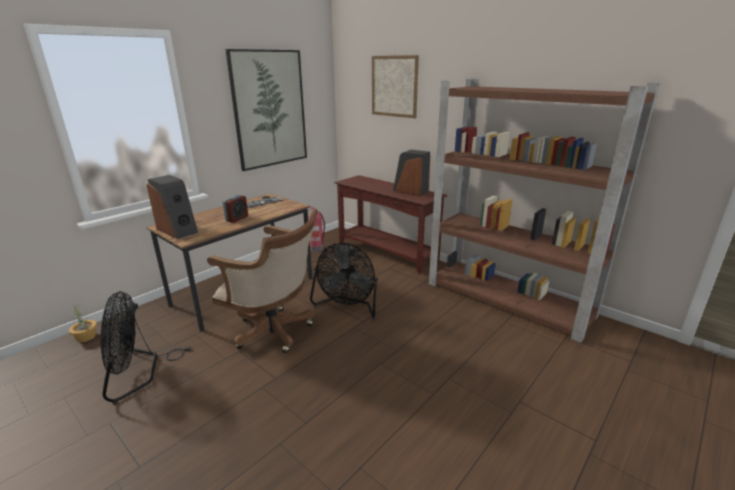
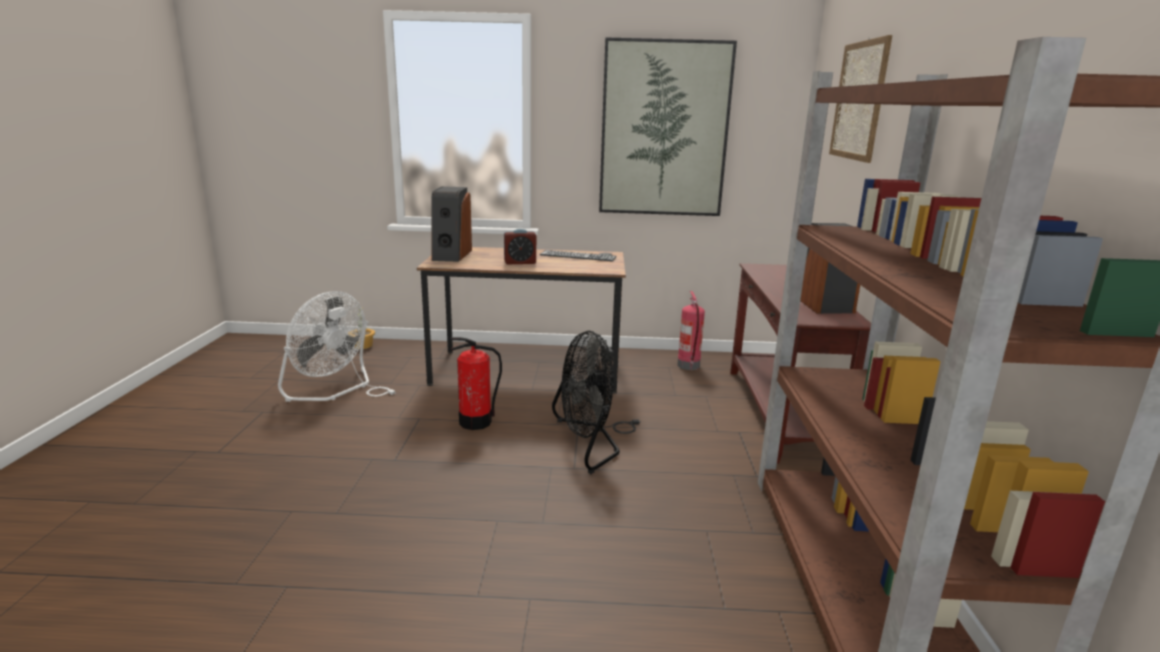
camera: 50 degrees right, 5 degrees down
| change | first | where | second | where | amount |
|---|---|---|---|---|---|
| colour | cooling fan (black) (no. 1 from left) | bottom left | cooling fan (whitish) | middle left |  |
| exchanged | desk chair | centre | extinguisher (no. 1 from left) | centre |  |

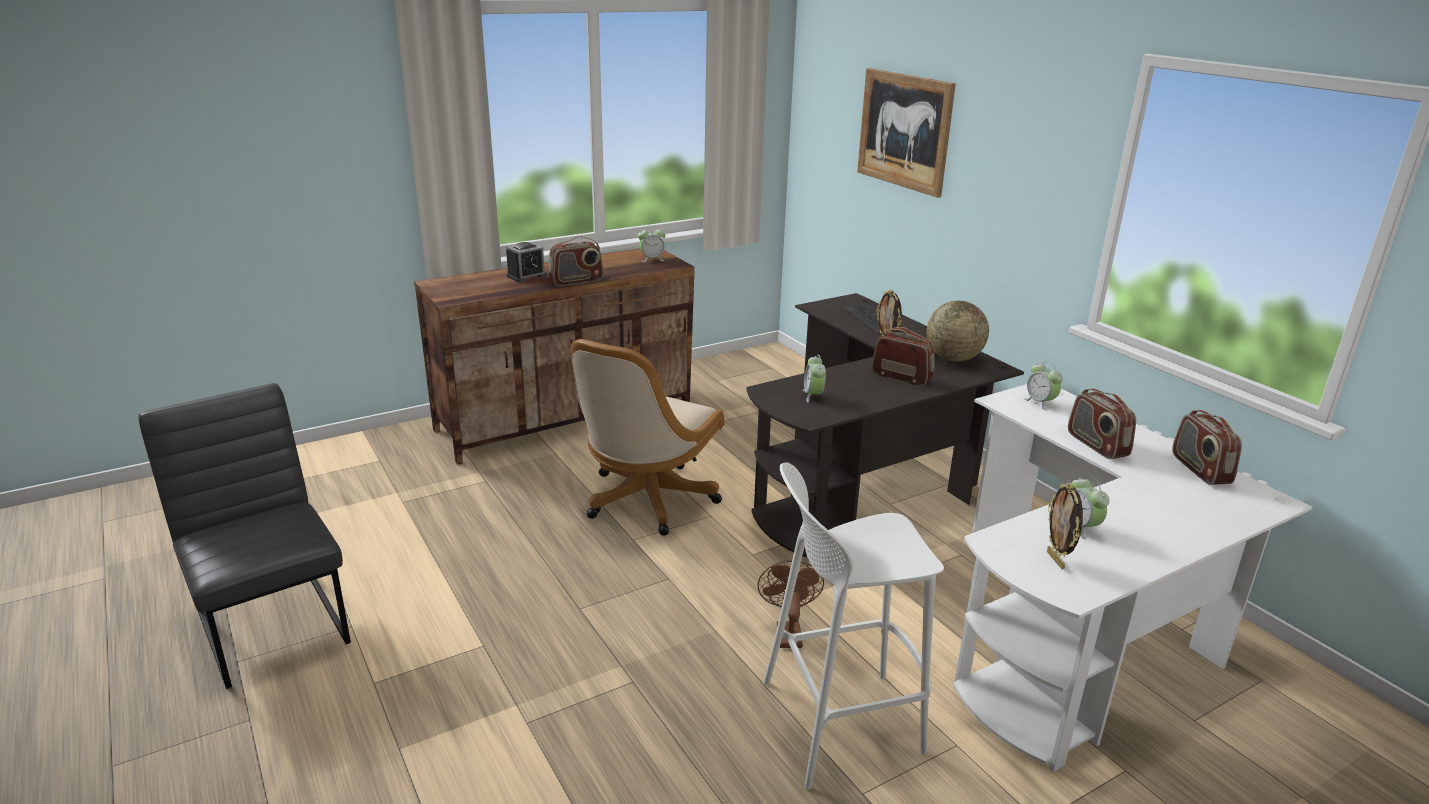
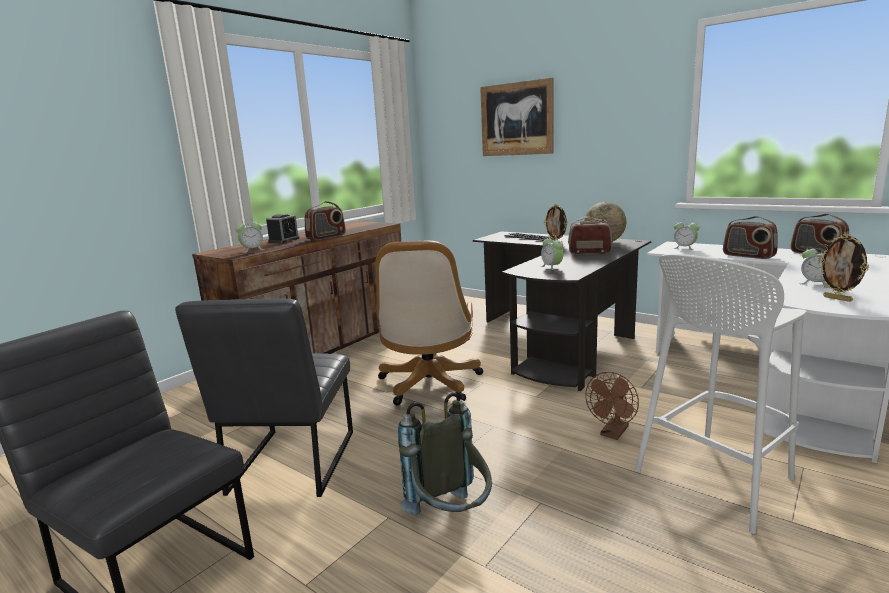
camera: 20 degrees left, 10 degrees down
| change | first | where | second | where | amount |
|---|---|---|---|---|---|
| relocated | bedside clock (no. 2 from left in the first image) | top centre | bedside clock (no. 1 from left) | middle left |  |
| spun | cooling fan (brown-coloured) | bottom centre |  | bottom right | 120 degrees counterclockwise |
| appeared |  |  | upright chair (greyish) (no. 2 from left) | bottom left |  |
| appeared |  |  | knapsack (greyish) | bottom centre |  |

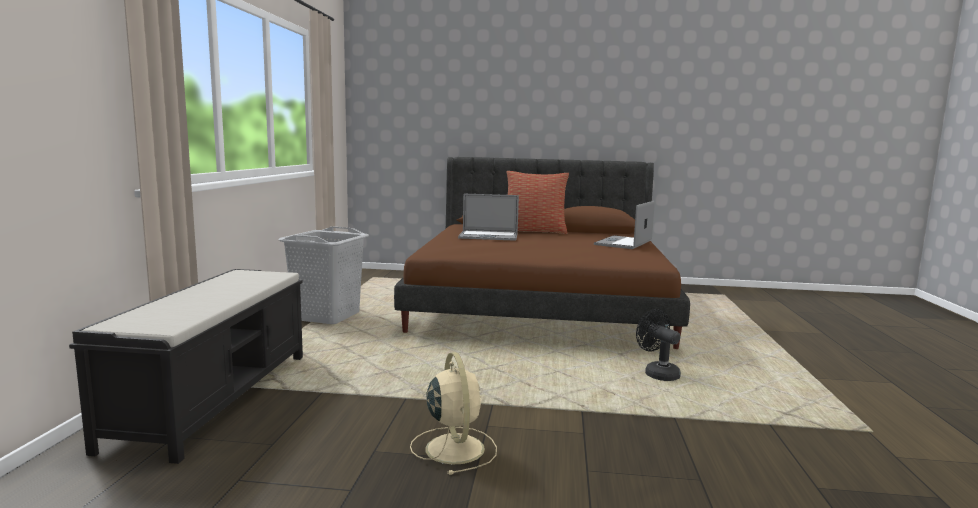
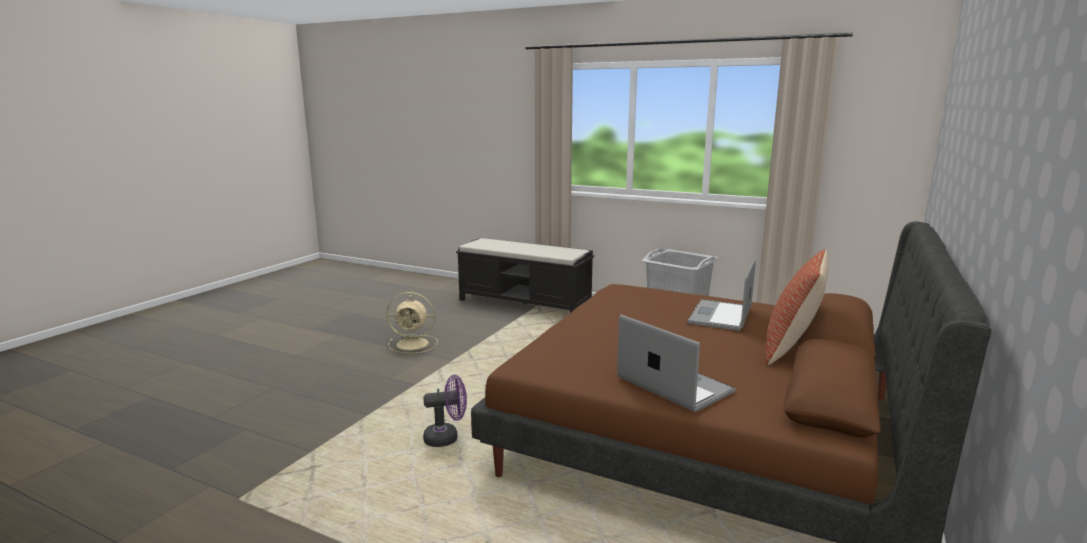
camera: 110 degrees right, 5 degrees up
| change | first | where | second | where | amount |
|---|---|---|---|---|---|
| colour | cooling fan (black) | bottom right | cooling fan (purple) | bottom centre |  |

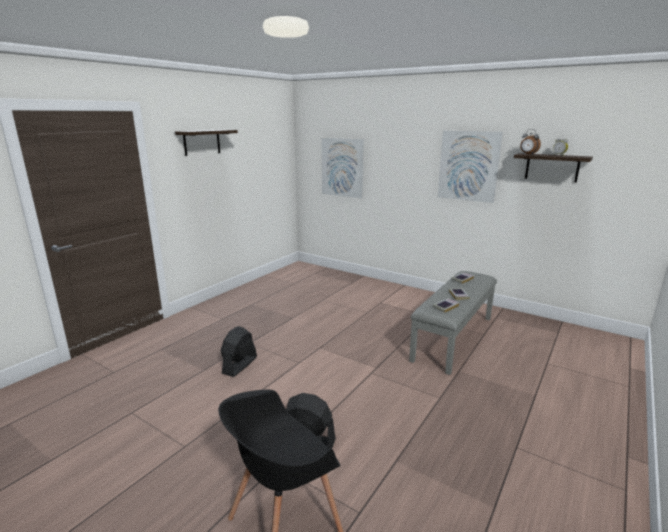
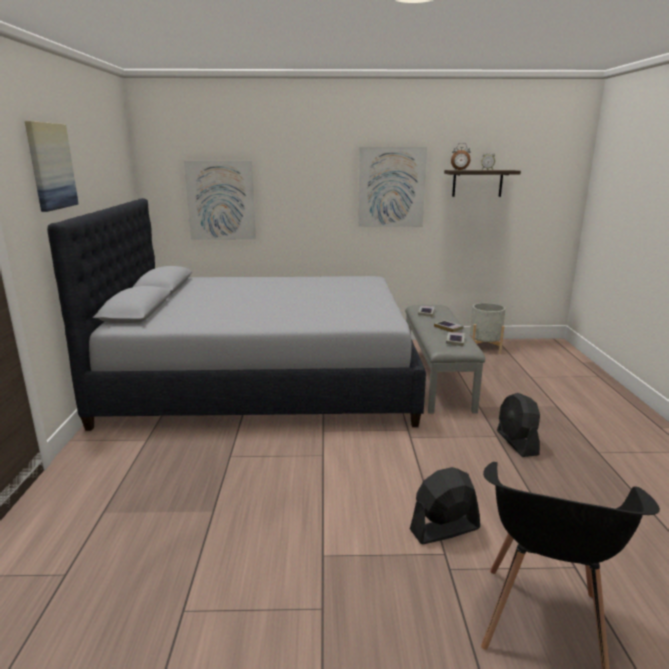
camera: 35 degrees left, 0 degrees up
| change | first | where | second | where | amount |
|---|---|---|---|---|---|
| exchanged | shelf (no. 1 from left) | top left | picture (no. 1 from left) | top left |  |
| relocated | cooling fan (black) (no. 1 from left in the first image) | centre | cooling fan (black) (no. 2 from left) | middle right |  |
| appeared |  |  | bed (greyish) | centre |  |
| appeared |  |  | flower pot (greyish) | middle right |  |

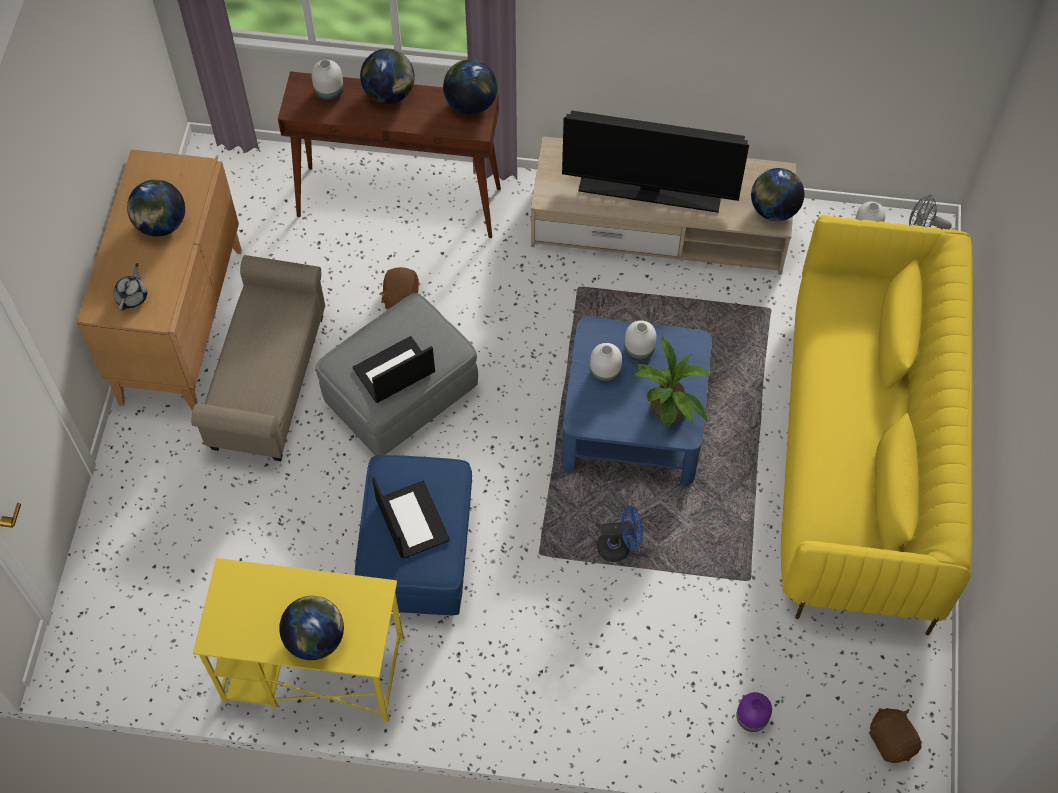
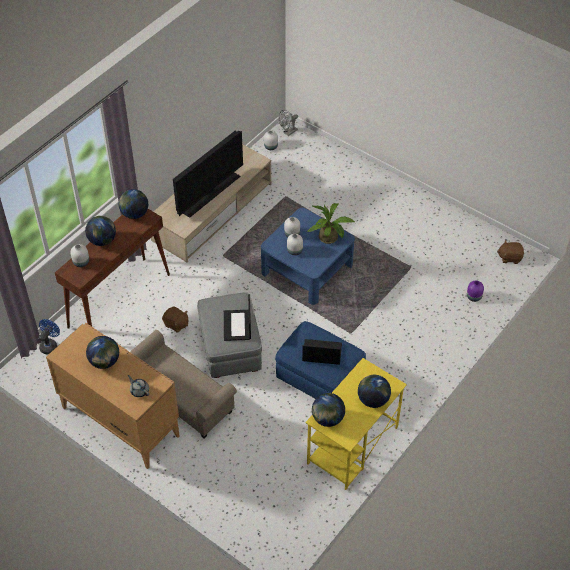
camera: 60 degrees left, 10 degrees down
| change | first | where | second | where | amount |
|---|---|---|---|---|---|
| relocated | cooling fan (blue-coloured) | bottom centre |  | middle left |  |
| relocated | world globe (no. 5 from left in the first image) | top right | world globe (no. 4 from left) | bottom centre |  |
| missing | sofa (yellow-coloured) | middle right |  |  |  |

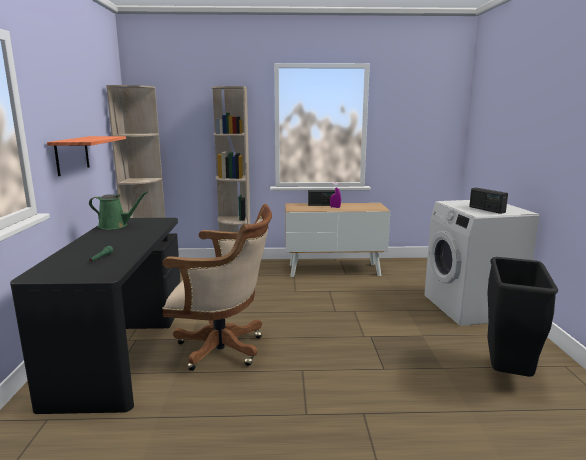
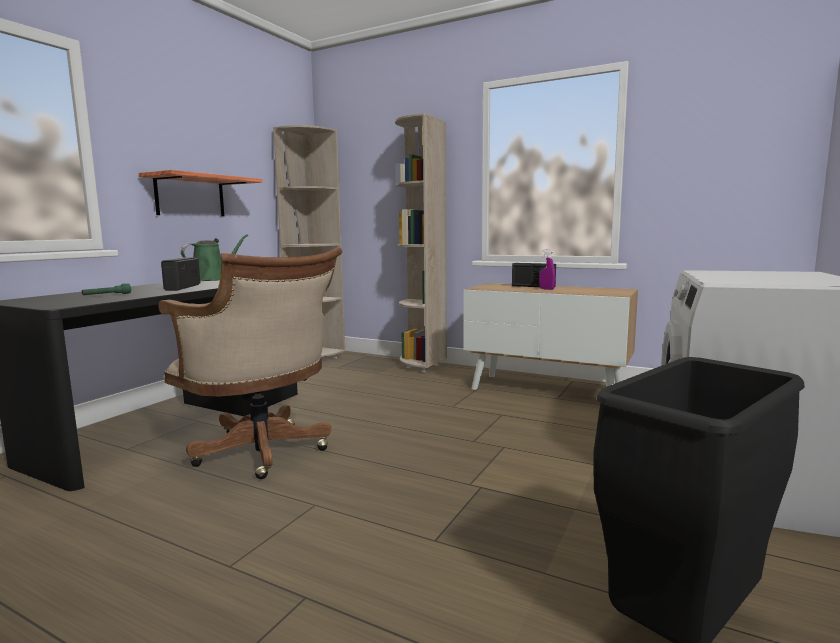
camera: 30 degrees right, 5 degrees down
| change | first | where | second | where | amount |
|---|---|---|---|---|---|
| spun | watering pot (greenish) | middle left |  | middle left | 90 degrees counterclockwise |
| relocated | radio (no. 2 from left in the first image) | middle right | radio (no. 1 from left) | middle left |  |

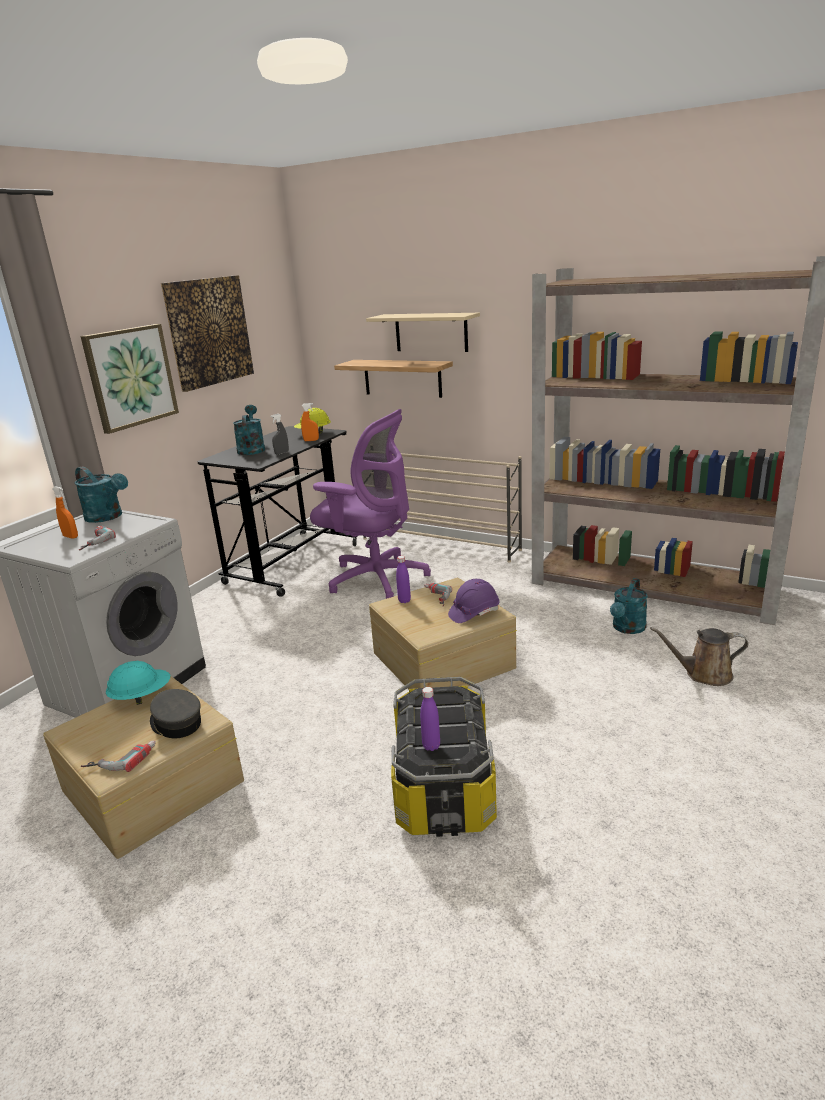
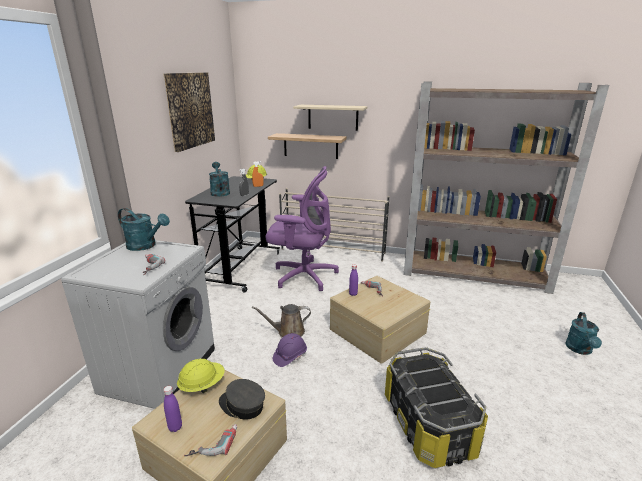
camera: 15 degrees left, 0 degrees up
| change | first | where | second | where | amount |
|---|---|---|---|---|---|
| missing | spray bottle (orange) (no. 1 from left) | middle left |  |  |  |
| missing | picture (no. 1 from left) | middle left |  |  |  |
| colour | safety helmet (turquoise-coloured) | middle left | safety helmet (yellow-coloured) (no. 1 from left) | bottom left |  |
| relocated | drink bottle (purple) (no. 2 from left in the first image) | centre | drink bottle (purple) (no. 1 from left) | bottom left |  |
| relocated | safety helmet (purple) | centre |  | bottom centre |  |
| relocated | watering pot (turquoise-coloured) (no. 3 from left) | middle right |  | bottom right |  |
| relocated | watering pot (brown-coloured) | middle right |  | centre |  |

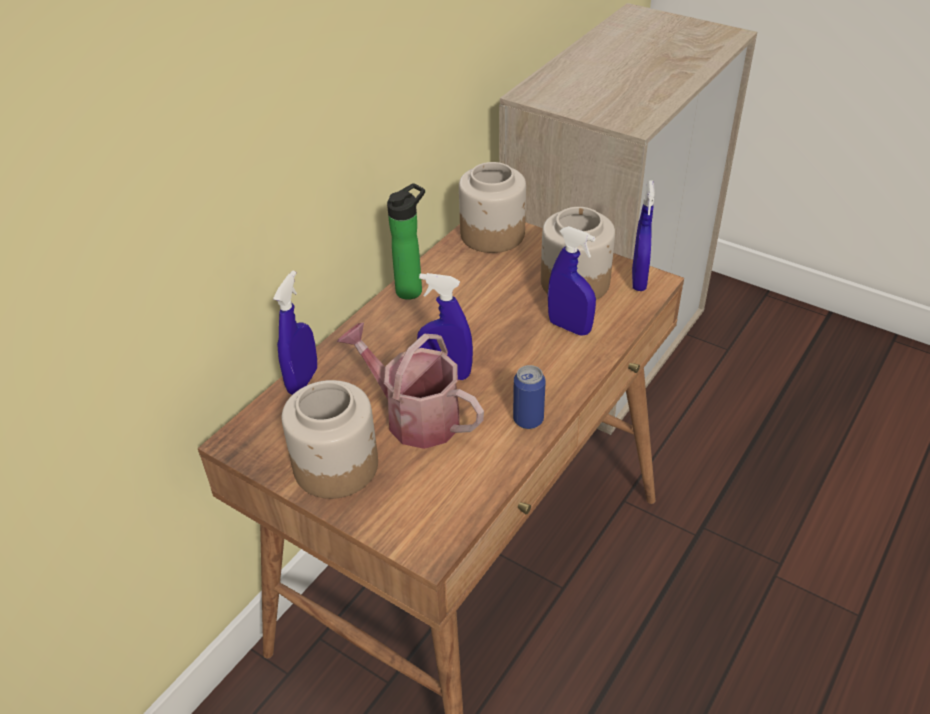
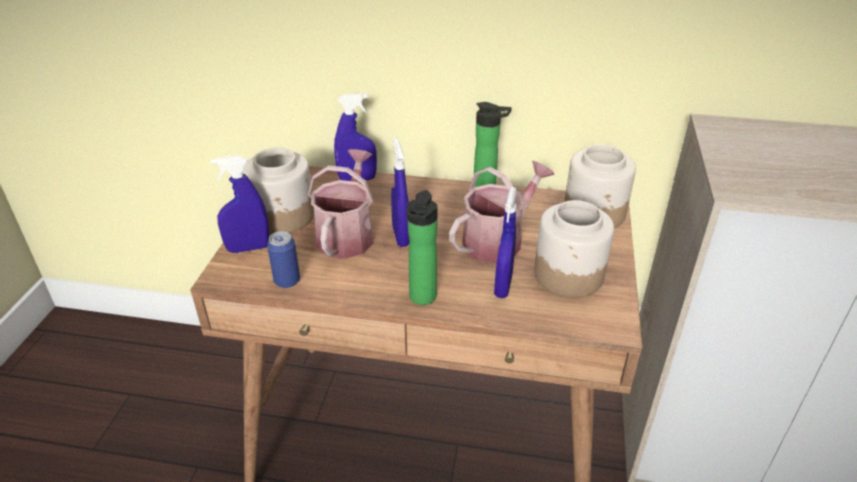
camera: 65 degrees right, 5 degrees down
| change | first | where | second | where | amount |
|---|---|---|---|---|---|
| relocated | metal can | centre |  | middle left |  |
| relocated | spray bottle (blue-coloured) (no. 4 from left in the first image) | top right | spray bottle (blue-coloured) (no. 1 from left) | middle left |  |
| appeared |  |  | drink bottle (no. 1 from left) | centre |  |
| appeared |  |  | watering pot (no. 2 from left) | centre |  |

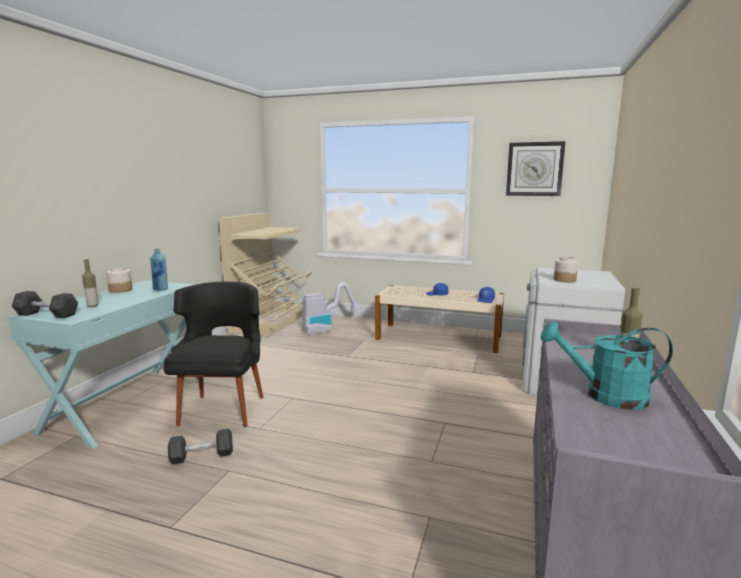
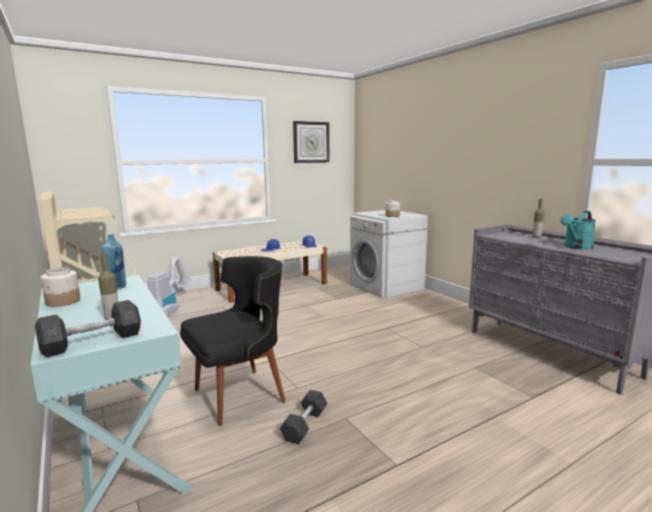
camera: 50 degrees left, 0 degrees up
| change | first | where | second | where | amount |
|---|---|---|---|---|---|
| spun | upright chair (black) | middle left |  | centre | 105 degrees clockwise |

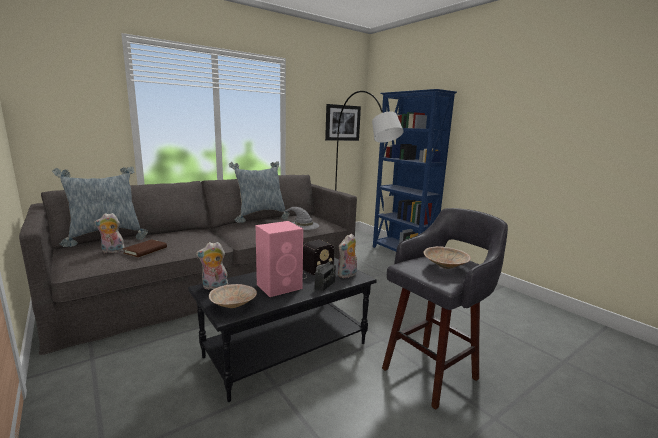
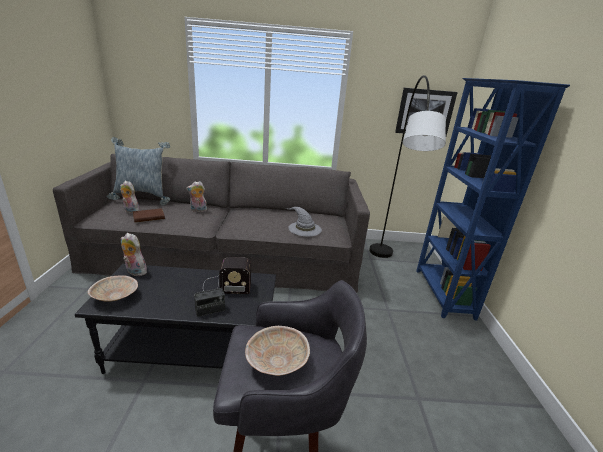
camera: 35 degrees right, 10 degrees up
| change | first | where | second | where | amount |
|---|---|---|---|---|---|
| missing | throw pillow (no. 2 from left) | centre |  |  |  |
| missing | speaker (pink-coloured) | centre |  |  |  |
| relocated | soft toy (no. 3 from left) | centre |  | middle left |  |

